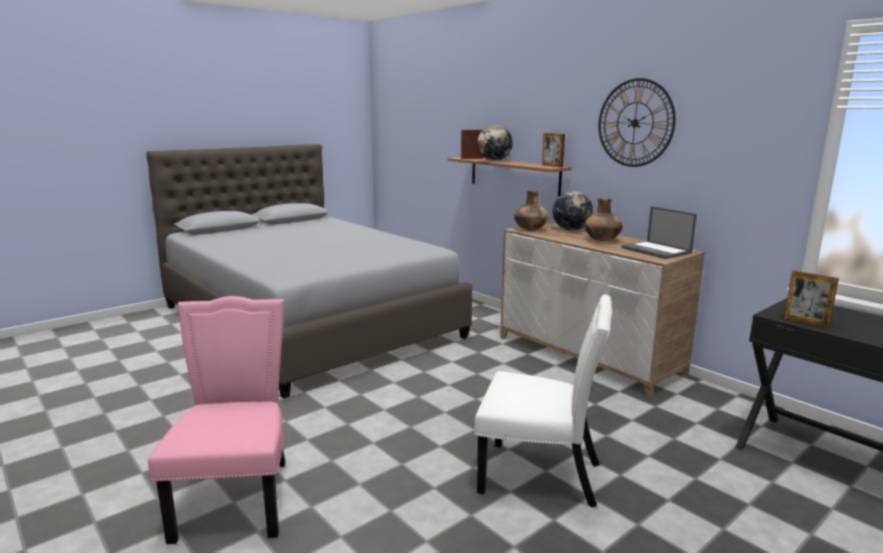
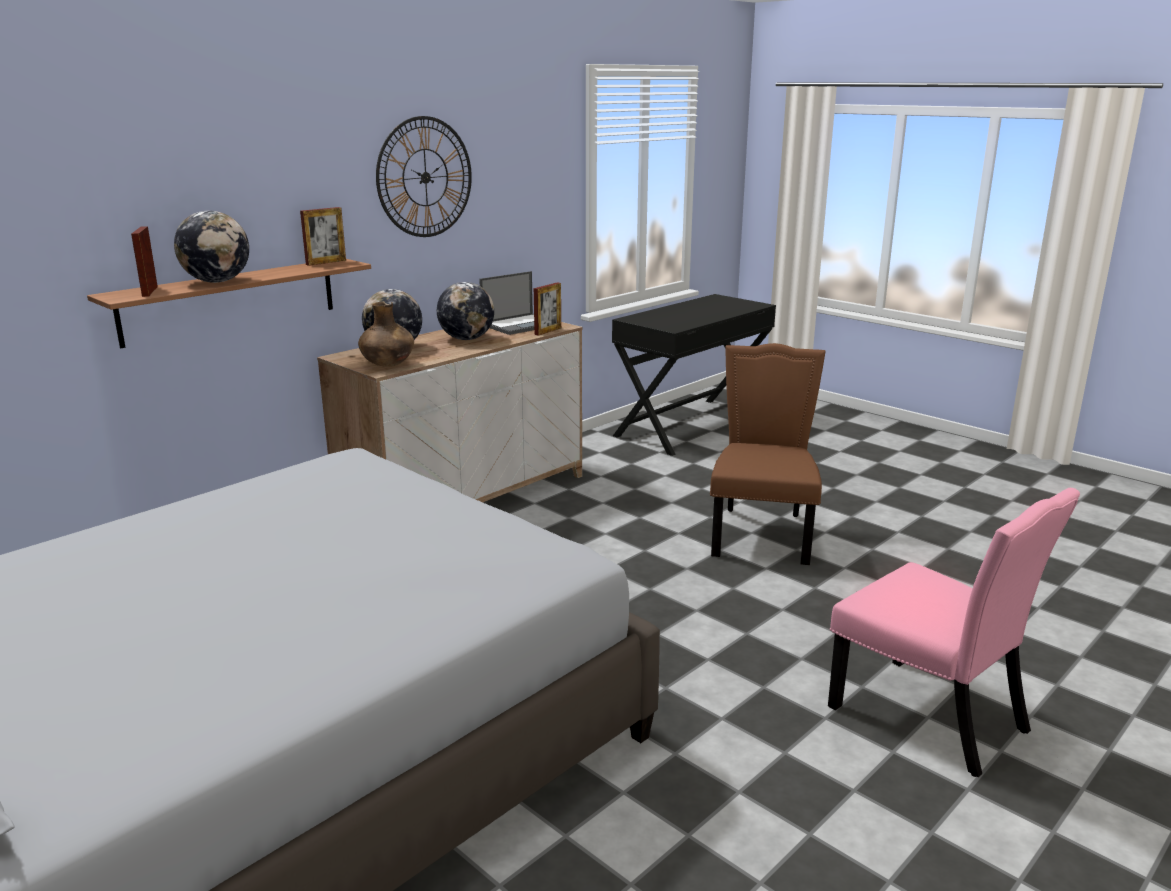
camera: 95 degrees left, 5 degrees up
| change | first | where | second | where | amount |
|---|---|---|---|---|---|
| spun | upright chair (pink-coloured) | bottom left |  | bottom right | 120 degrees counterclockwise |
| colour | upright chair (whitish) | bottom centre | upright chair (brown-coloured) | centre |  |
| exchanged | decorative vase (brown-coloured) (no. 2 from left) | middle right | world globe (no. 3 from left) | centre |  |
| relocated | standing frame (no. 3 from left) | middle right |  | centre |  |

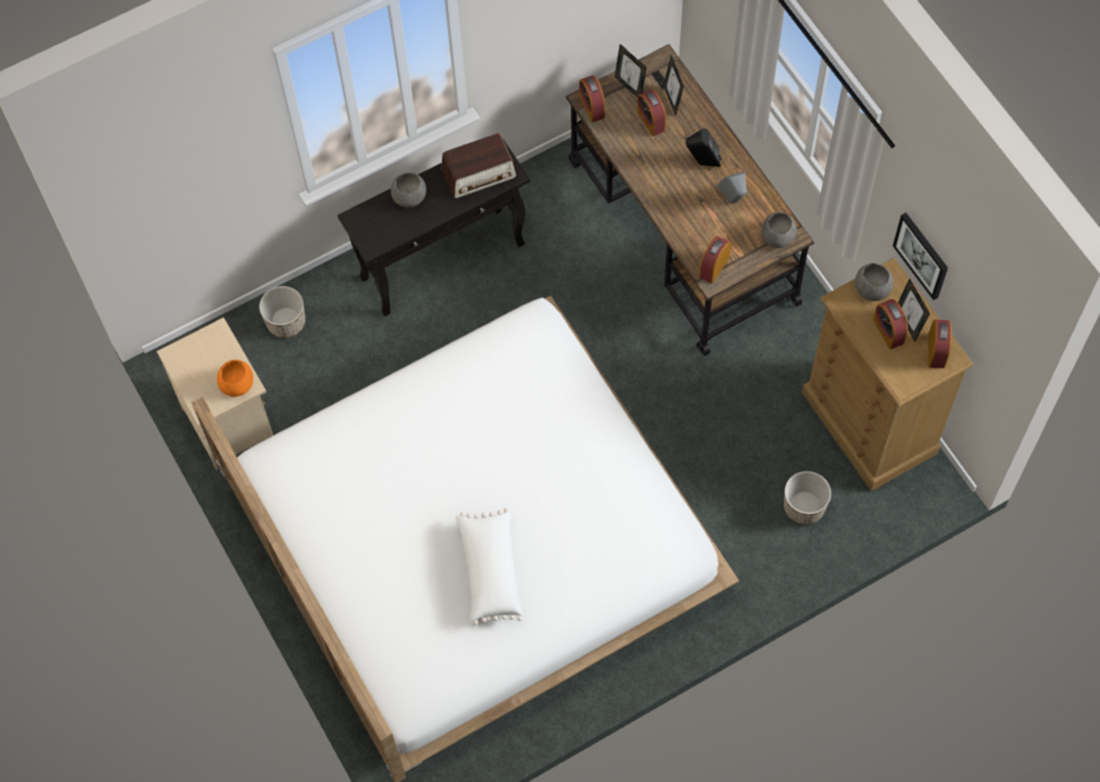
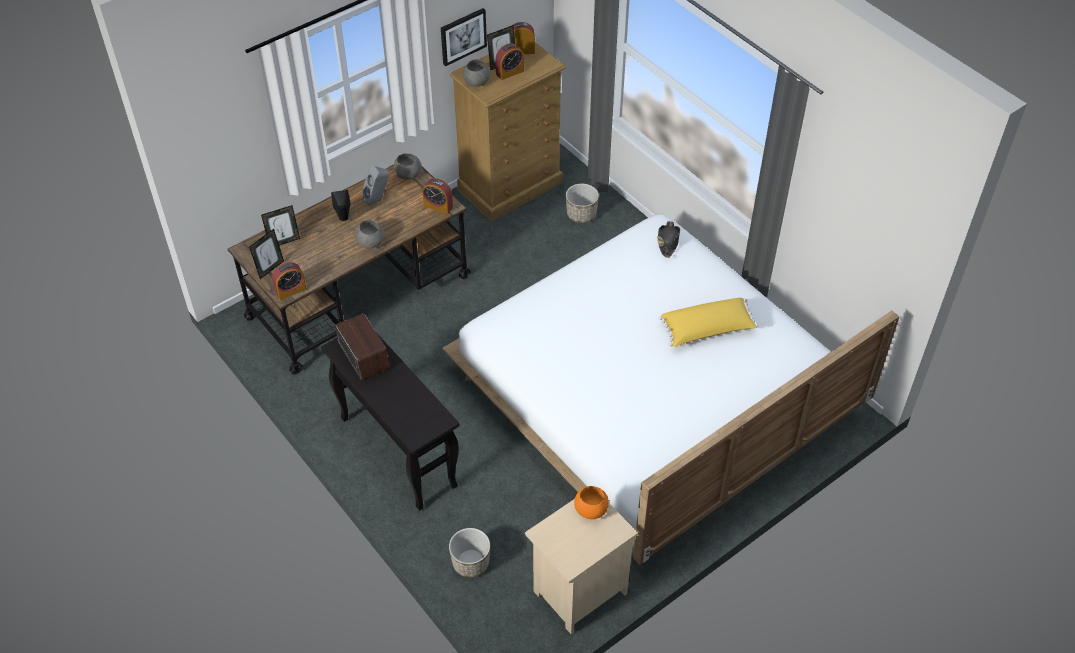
camera: 100 degrees left, 15 degrees down
| change | first | where | second | where | amount |
|---|---|---|---|---|---|
| relocated | bowl (greyish) (no. 1 from left) | top centre |  | centre |  |
| colour | throw pillow (whitish) | bottom centre | throw pillow (yellow-coloured) | centre |  |
| missing | bedside clock (no. 2 from left) | top centre |  |  |  |
| appeared |  |  | wearable hat (black) | centre |  |

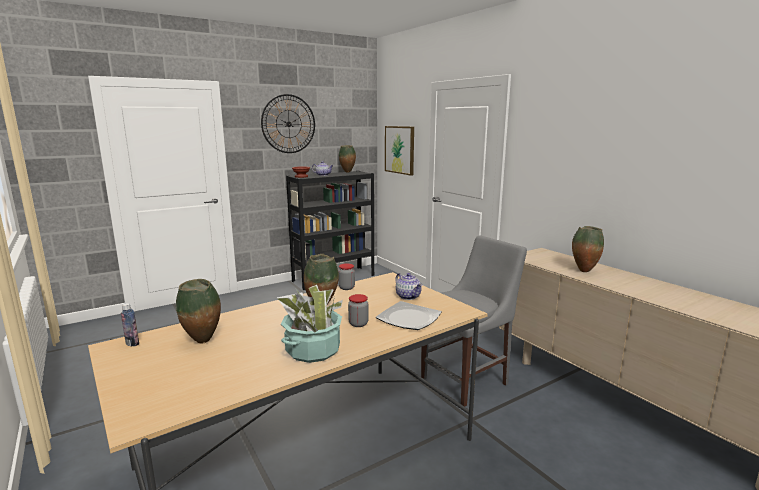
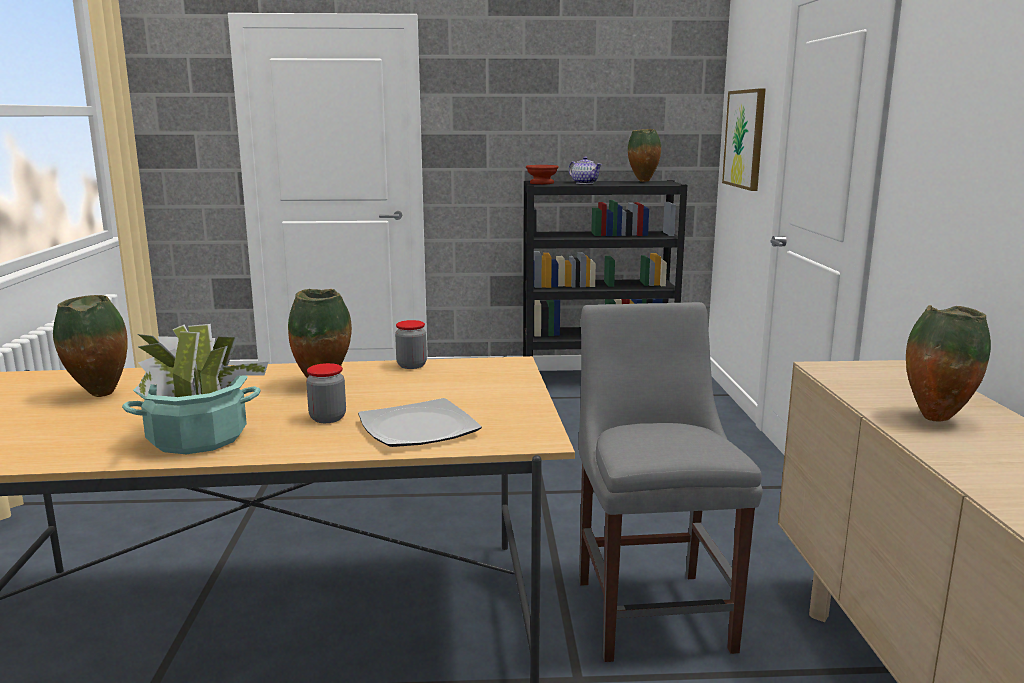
camera: 30 degrees right, 0 degrees up
| change | first | where | second | where | amount |
|---|---|---|---|---|---|
| missing | drink bottle | middle left |  |  |  |
| missing | hanging clock | top centre |  |  |  |
| missing | teapot (no. 2 from left) | centre |  |  |  |
| spun | upright chair (greyish) | centre |  | bottom centre | 90 degrees counterclockwise |

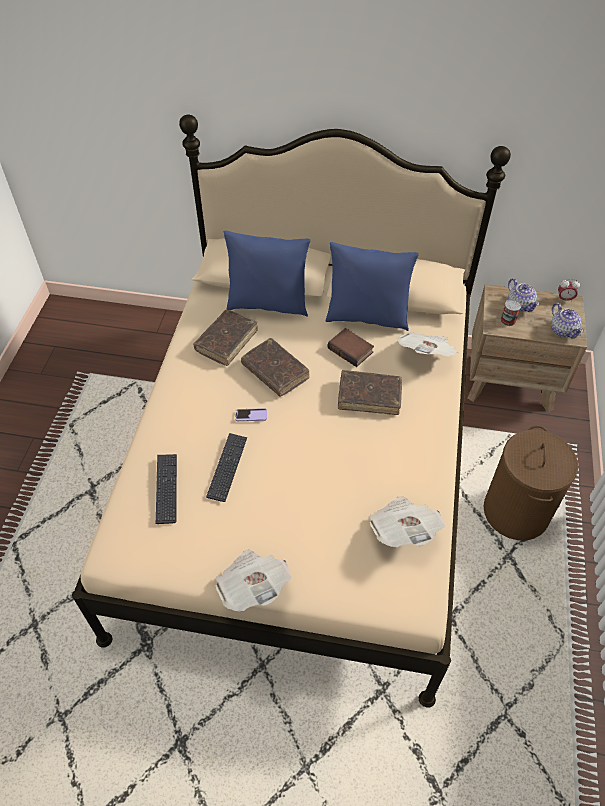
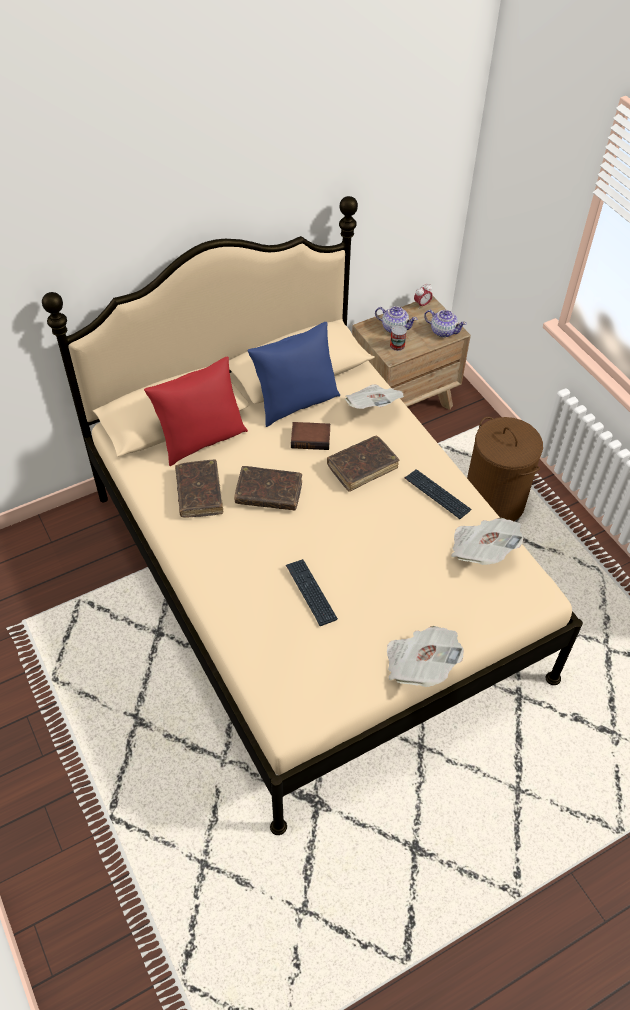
camera: 40 degrees left, 0 degrees up
| change | first | where | second | where | amount |
|---|---|---|---|---|---|
| relocated | keyboard (no. 1 from left in the first image) | middle left | keyboard (no. 2 from left) | middle right |  |
| colour | throw pillow (blue-coloured) (no. 1 from left) | centre | throw pillow (red) | middle left |  |
| missing | phone | centre |  |  |  |

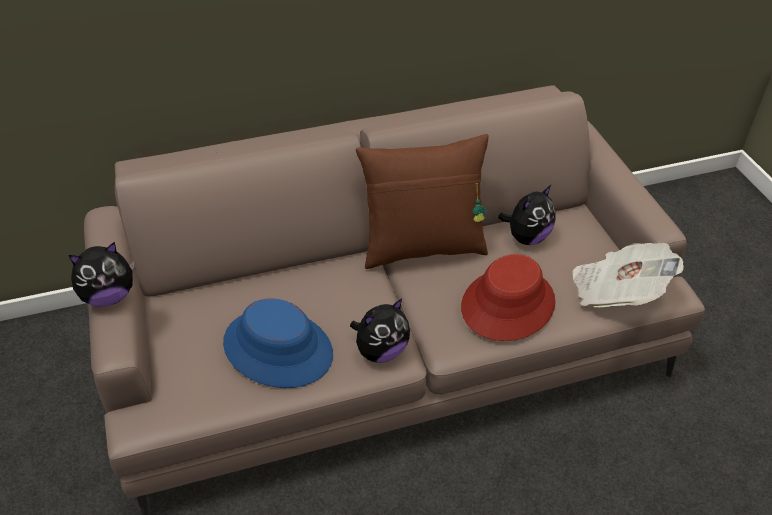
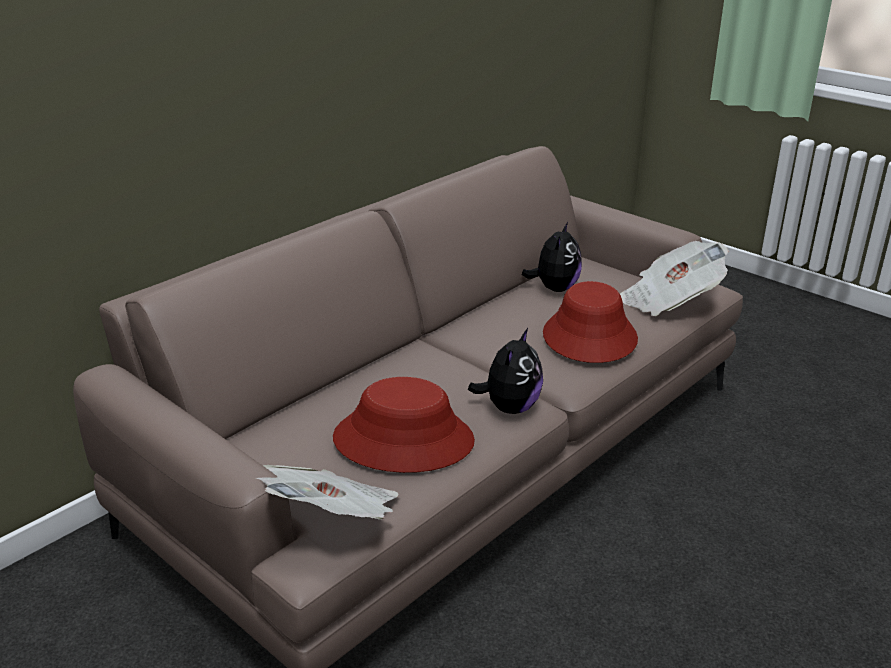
camera: 30 degrees left, 15 degrees down
| change | first | where | second | where | amount |
|---|---|---|---|---|---|
| missing | soft toy (no. 1 from left) | middle left |  |  |  |
| colour | wearable hat (blue-coloured) | centre | wearable hat (red) (no. 1 from left) | centre |  |
| missing | throw pillow (brown-coloured) | centre |  |  |  |
| appeared |  |  | daily paper (no. 1 from left) | bottom centre |  |

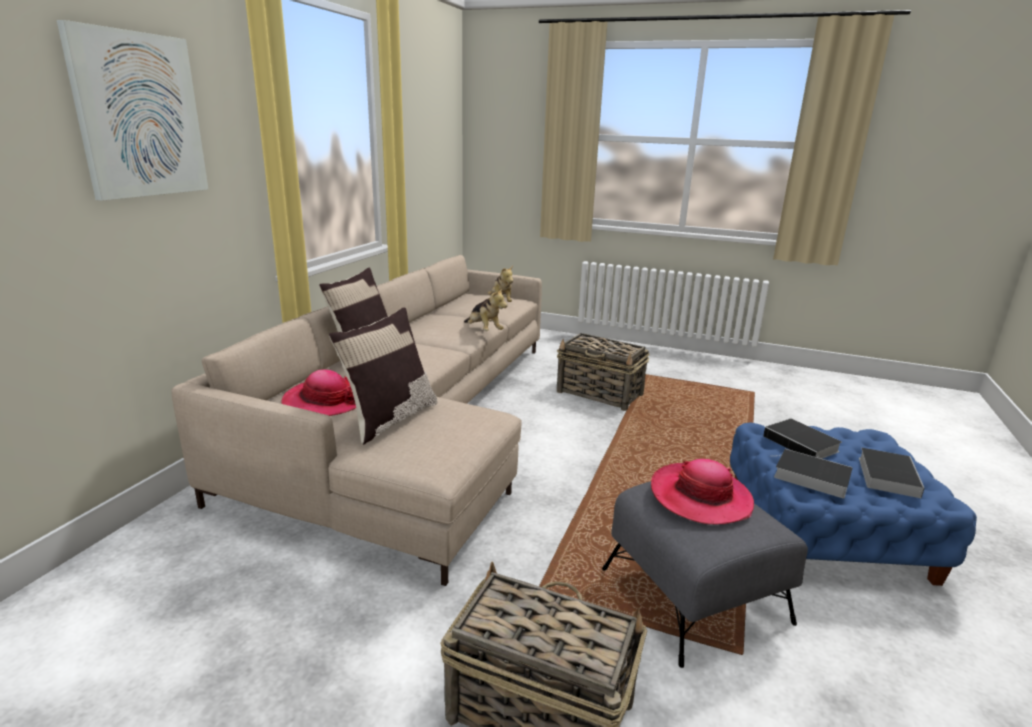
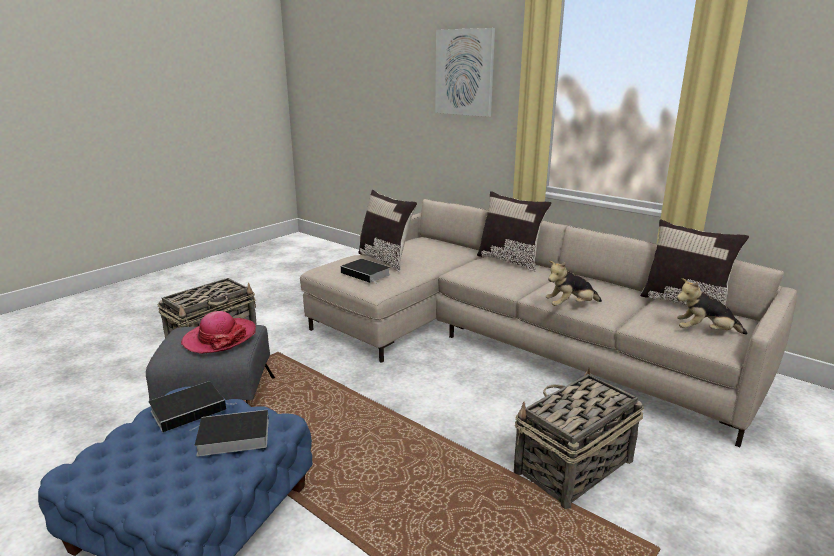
camera: 110 degrees right, 0 degrees up
| change | first | where | second | where | amount |
|---|---|---|---|---|---|
| missing | wearable hat (no. 1 from left) | middle left |  |  |  |
| relocated | volume (no. 3 from left) | middle right |  | centre |  |
| appeared |  |  | throw pillow (no. 3 from left) | middle right |  |

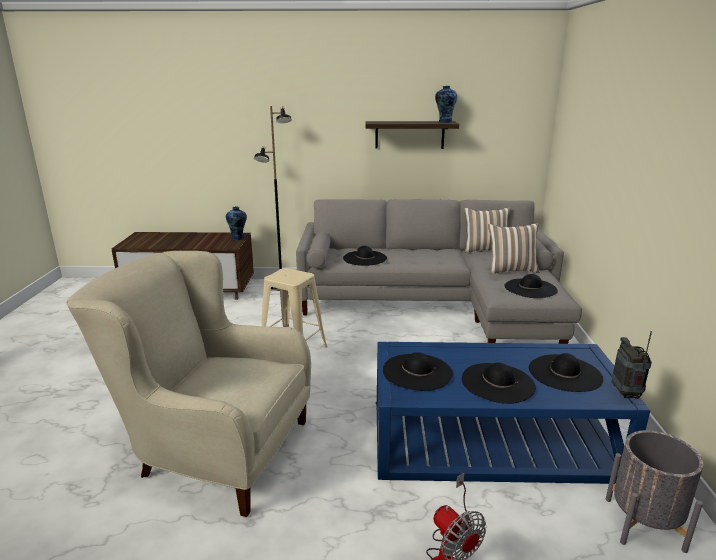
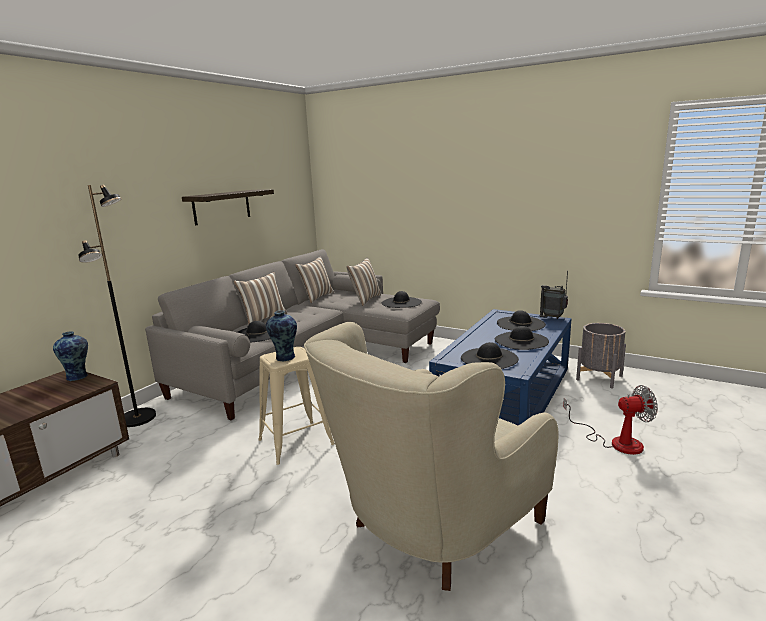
camera: 60 degrees left, 5 degrees down
| change | first | where | second | where | amount |
|---|---|---|---|---|---|
| relocated | decorative vase (no. 2 from left) | top centre |  | centre |  |
| appeared |  |  | throw pillow (no. 1 from left) | centre |  |

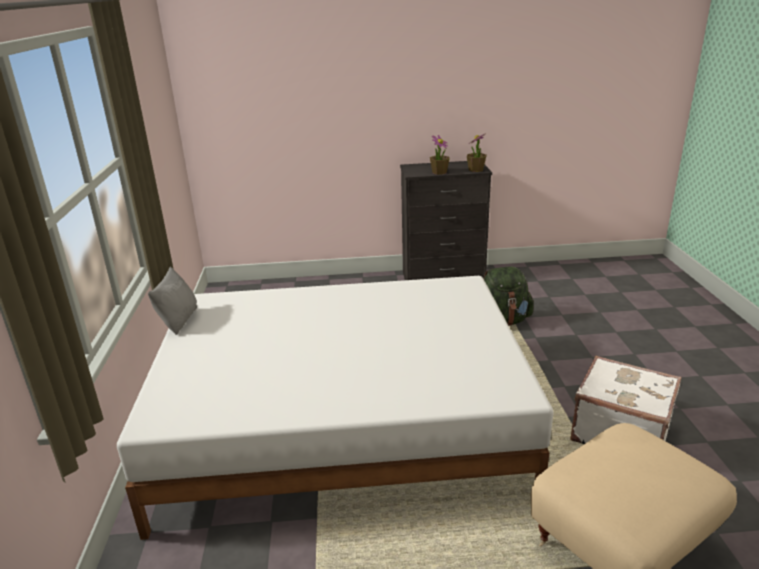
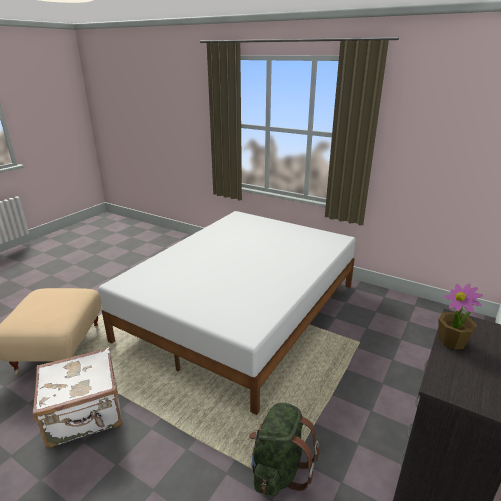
camera: 125 degrees right, 0 degrees up
| change | first | where | second | where | amount |
|---|---|---|---|---|---|
| missing | throw pillow (greyish) | middle left |  |  |  |
| missing | plant in a pot (no. 2 from left) | top centre |  |  |  |

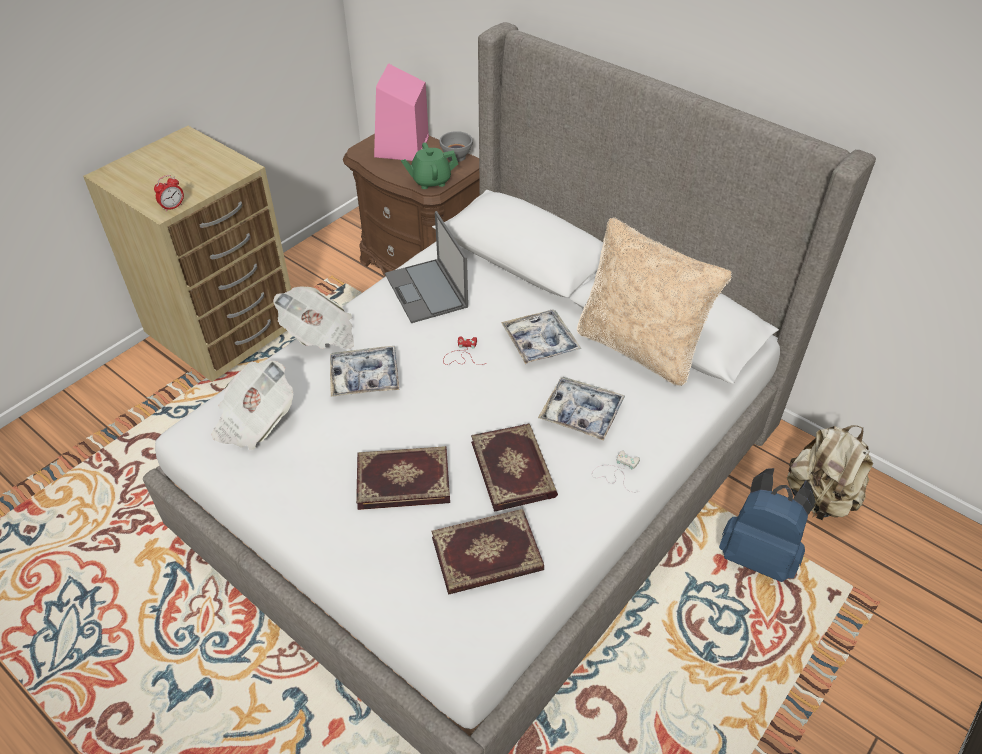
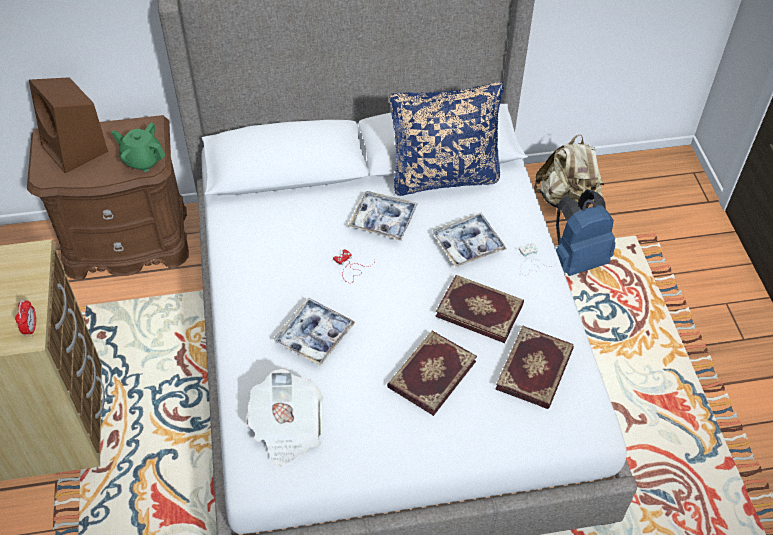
camera: 50 degrees left, 5 degrees up
| change | first | where | second | where | amount |
|---|---|---|---|---|---|
| missing | daily paper (no. 2 from left) | middle left |  |  |  |
| colour | speaker (pink-coloured) | top centre | speaker (brown-coloured) | top left |  |
| missing | notebook computer | centre |  |  |  |
| spun | teapot (greenish) | top centre |  | top left | 90 degrees clockwise |
| missing | bowl (greyish) | top centre |  |  |  |
| colour | throw pillow (beige-coloured) | middle right | throw pillow (blue-coloured) | top centre |  |

